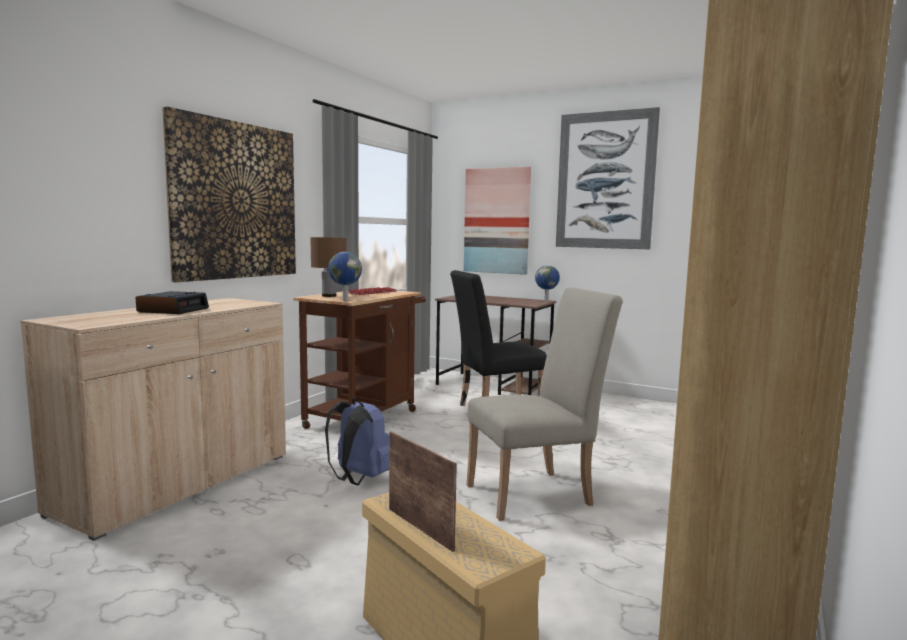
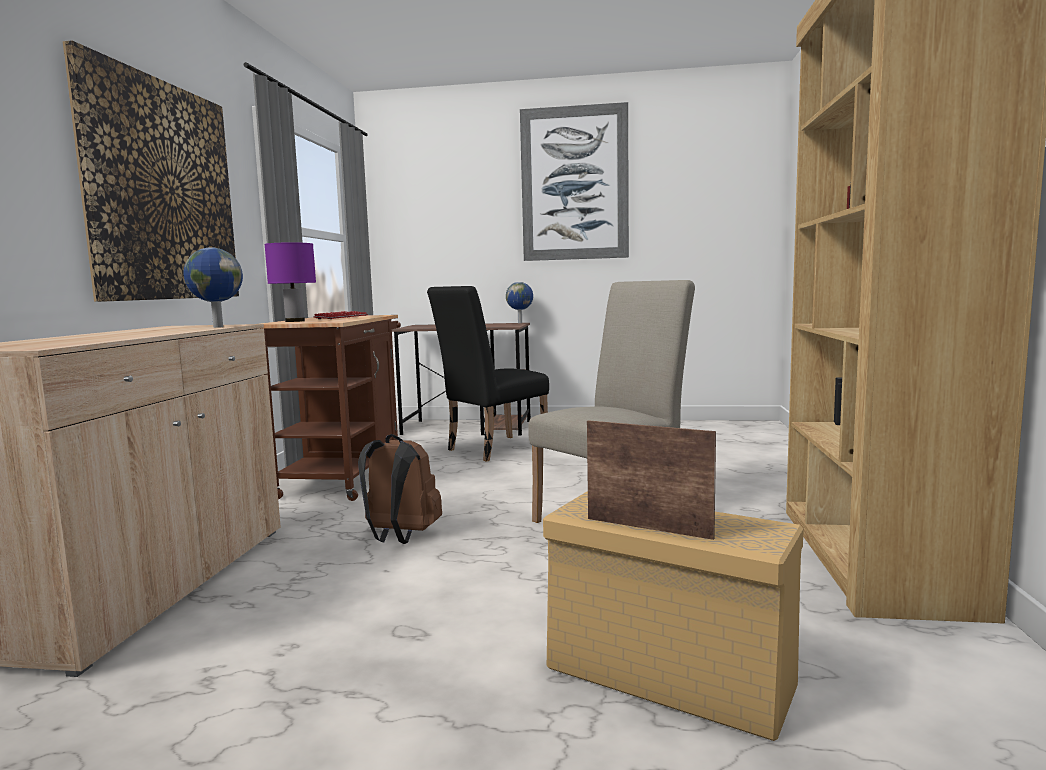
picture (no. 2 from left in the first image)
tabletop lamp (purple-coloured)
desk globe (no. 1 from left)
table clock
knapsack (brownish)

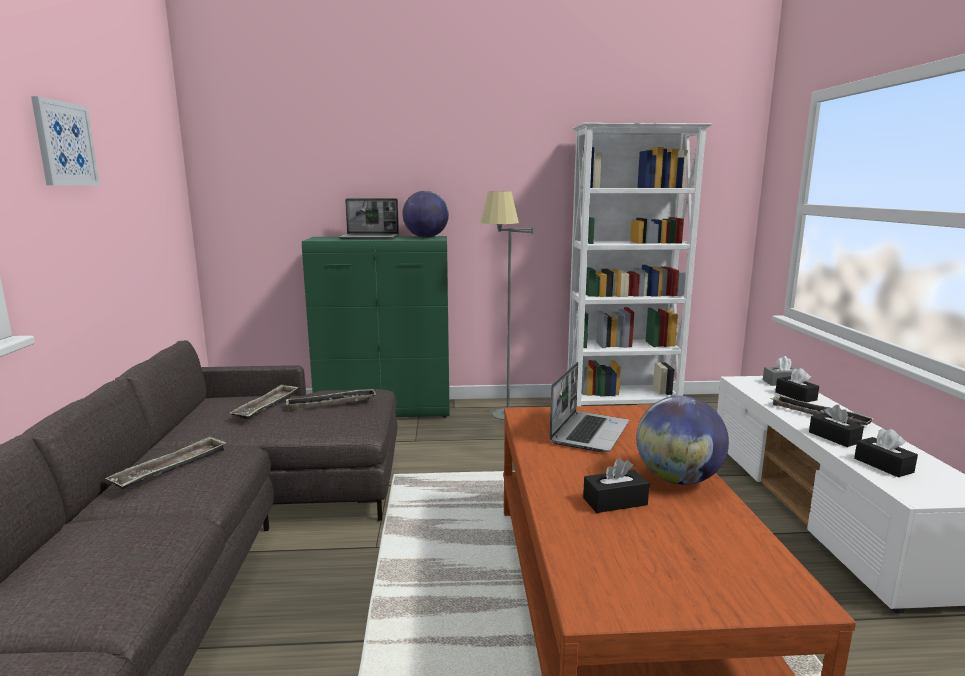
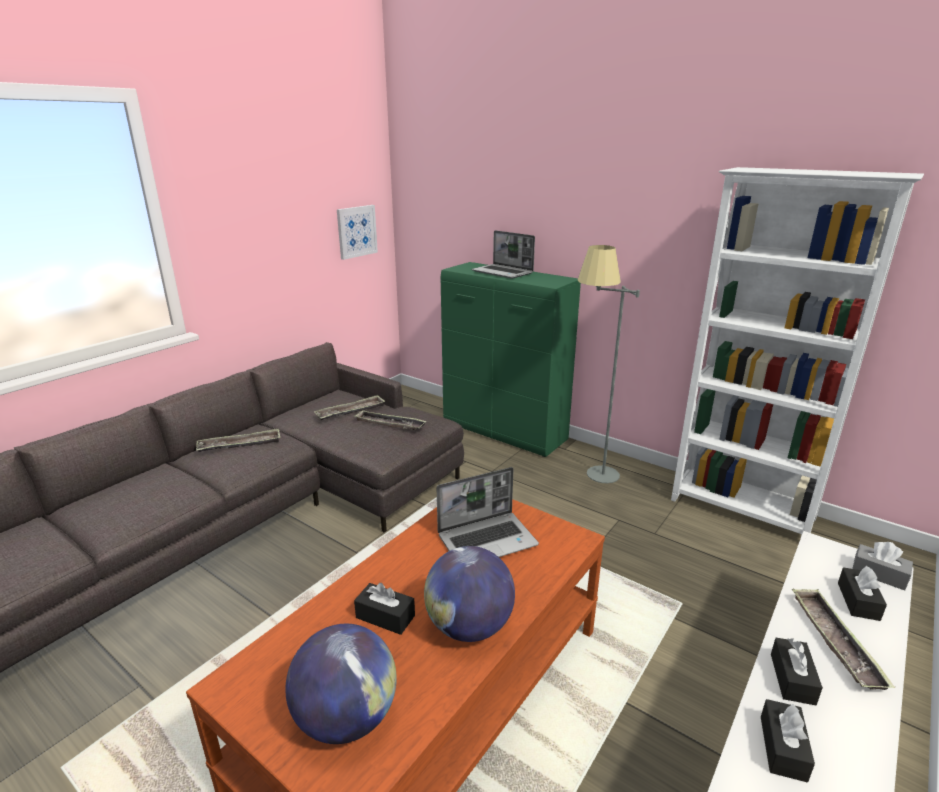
picture
desk globe (no. 1 from left)

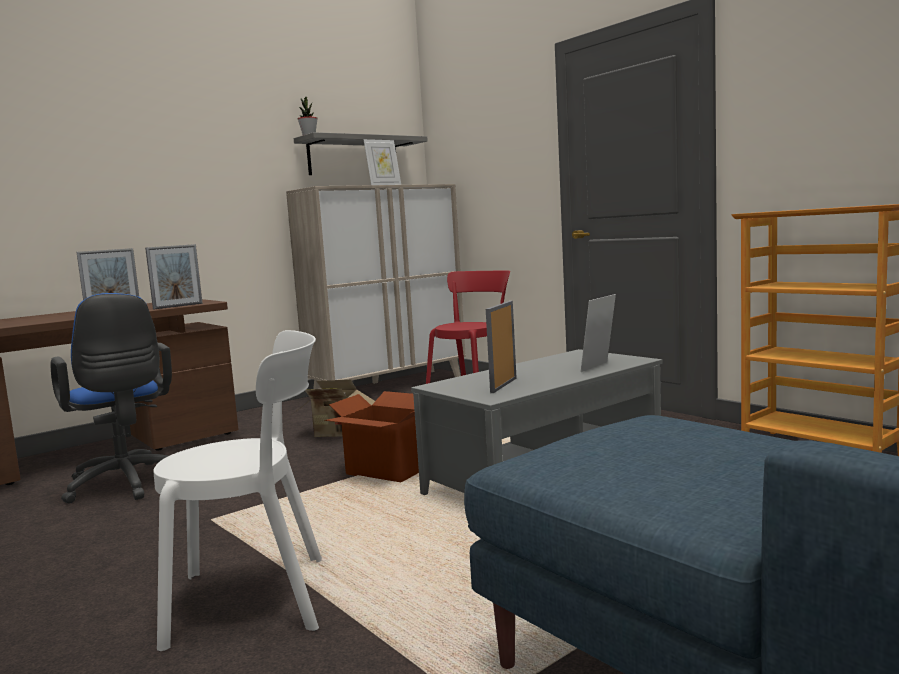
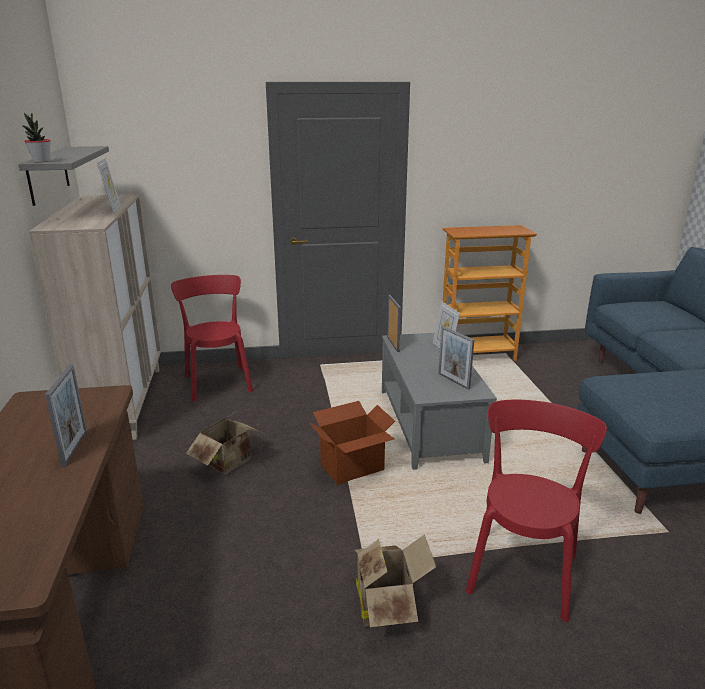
standing frame (no. 3 from left)
desk chair (bluish)
plain chair (red) (no. 2 from left)
cardboard box (no. 3 from left)

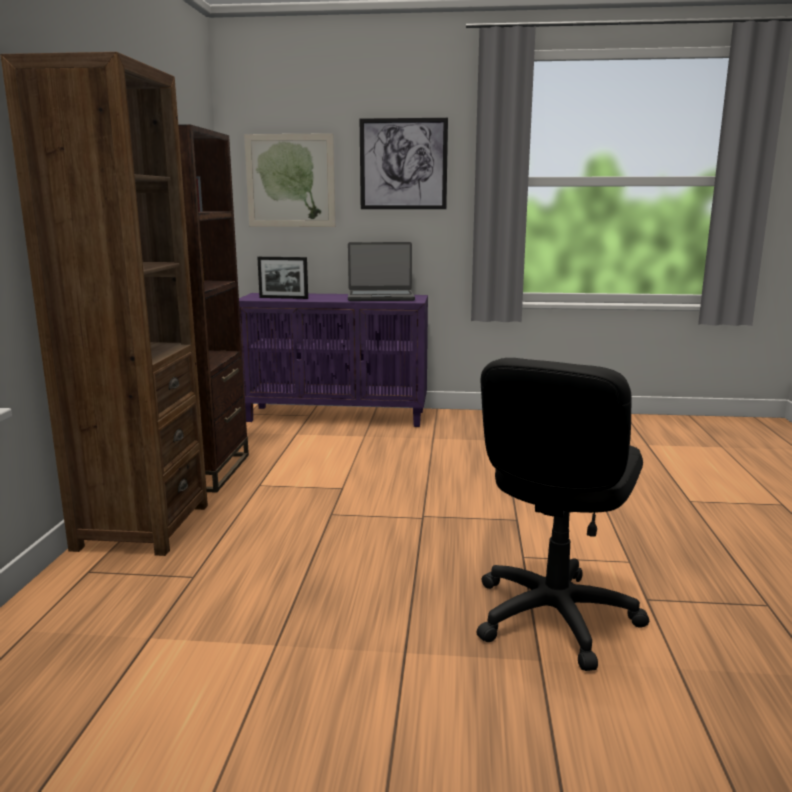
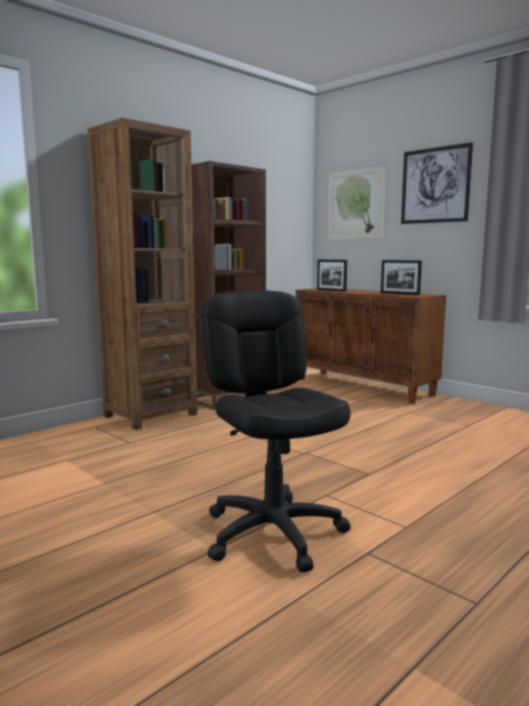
standing frame (no. 2 from left)
cabinet (brownish)
desk chair (blackish)

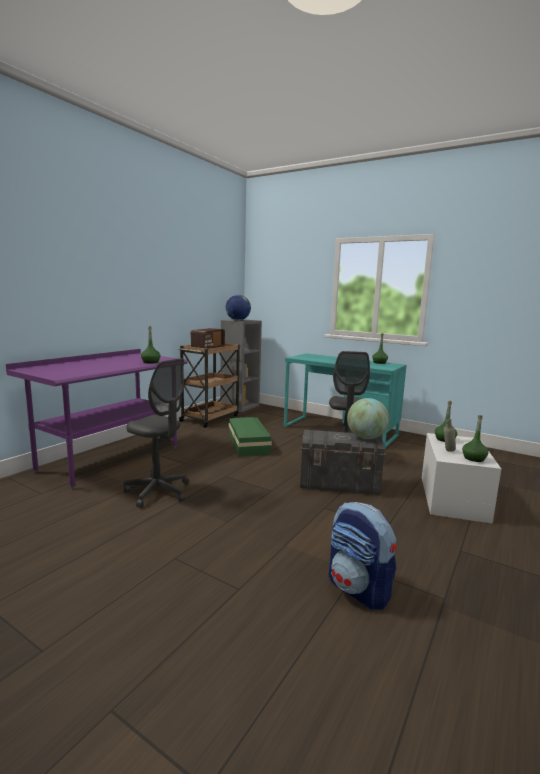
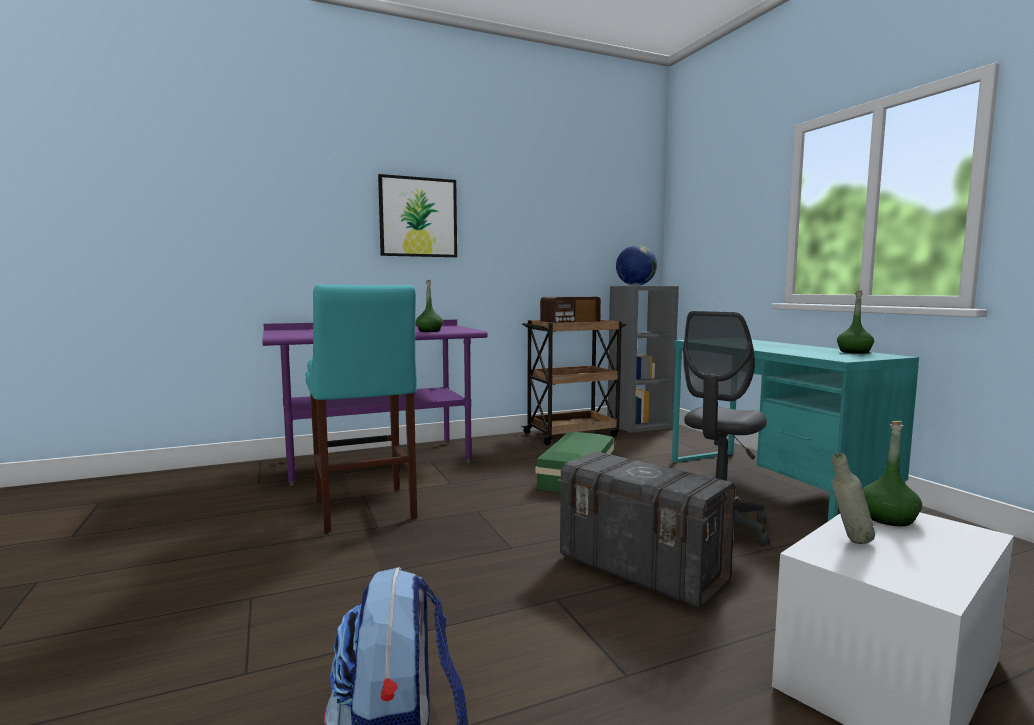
sitting stool (turquoise)
desk globe (no. 2 from left in the first image)
beverage bottle (green-coloured) (no. 4 from left in the first image)
picture

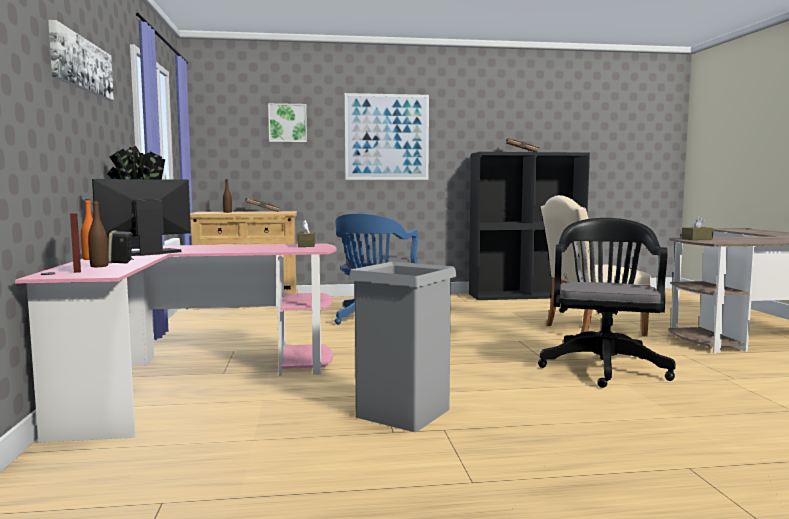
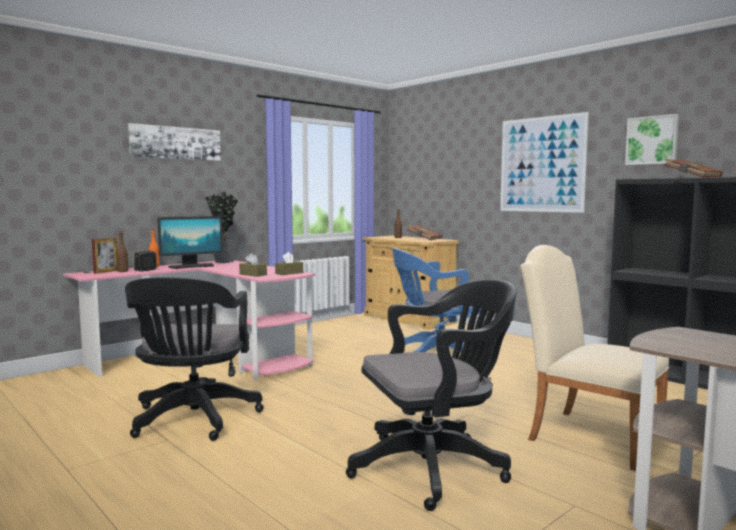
picture (no. 3 from left)
computer display
box of tissues (brownish) (no. 1 from left)
desk chair (blackish) (no. 1 from left)

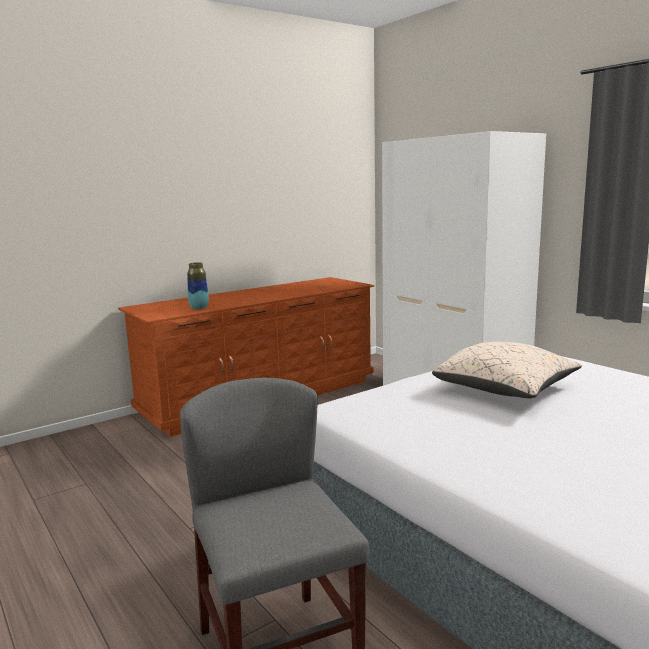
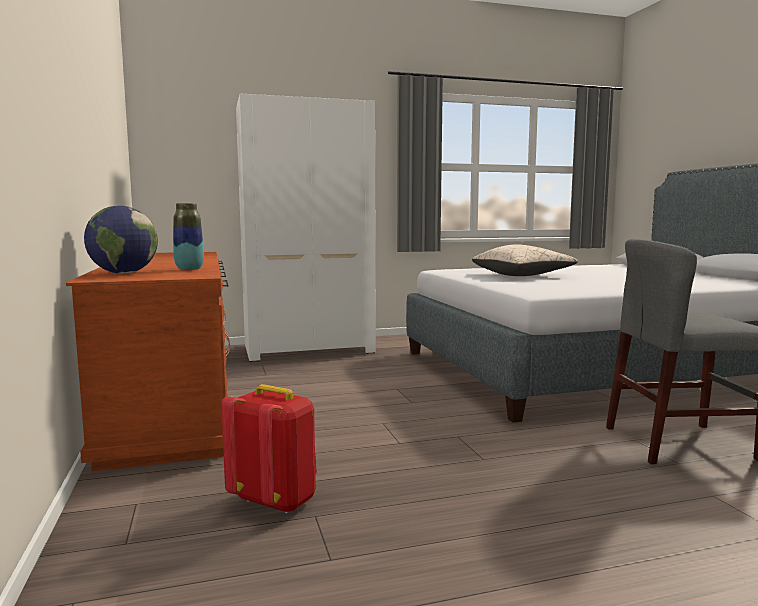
desk globe
knapsack (red)

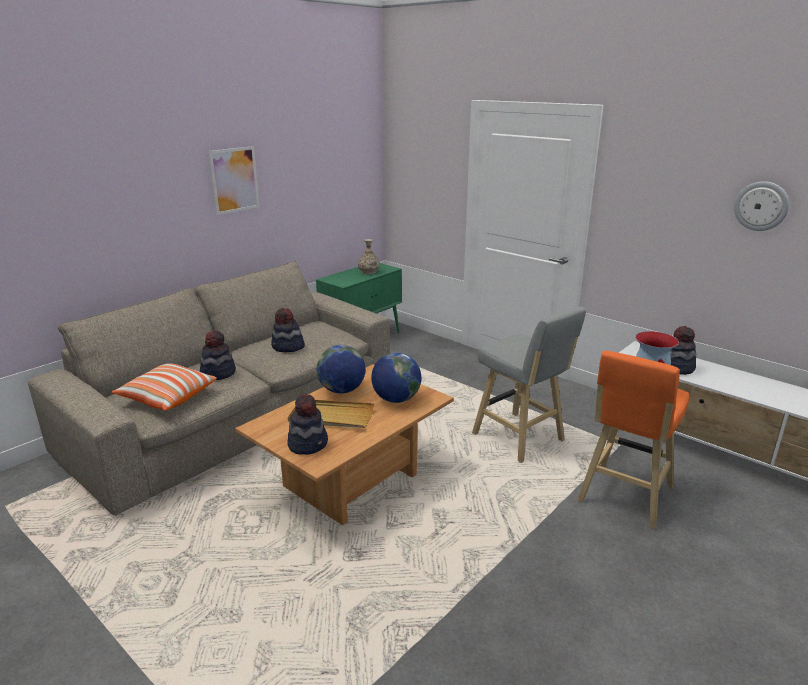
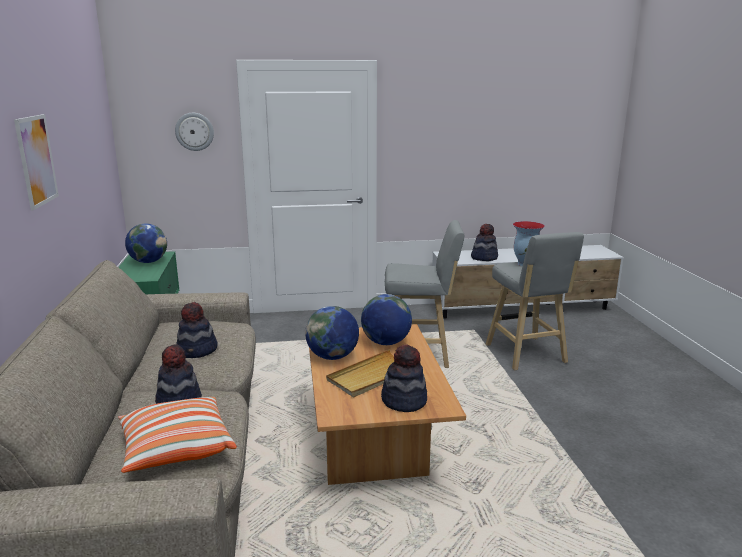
clock on the wall
desk globe (no. 1 from left)
sitting stool (gray) (no. 2 from left)

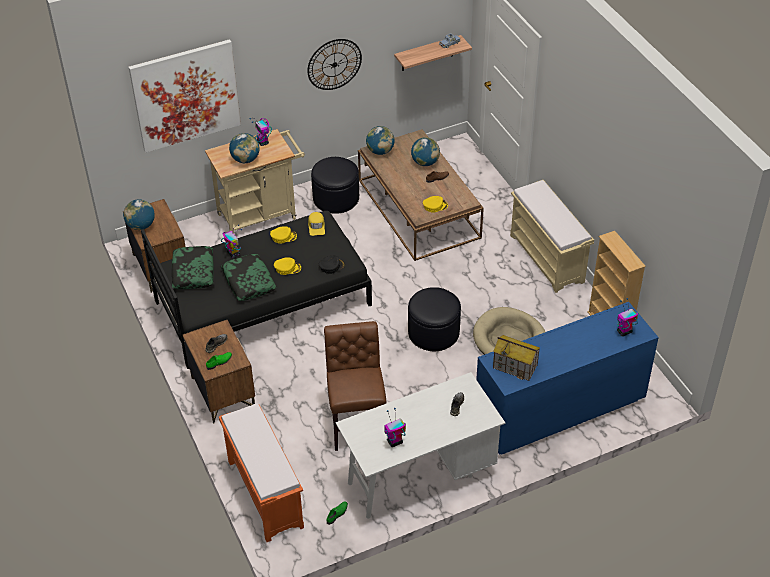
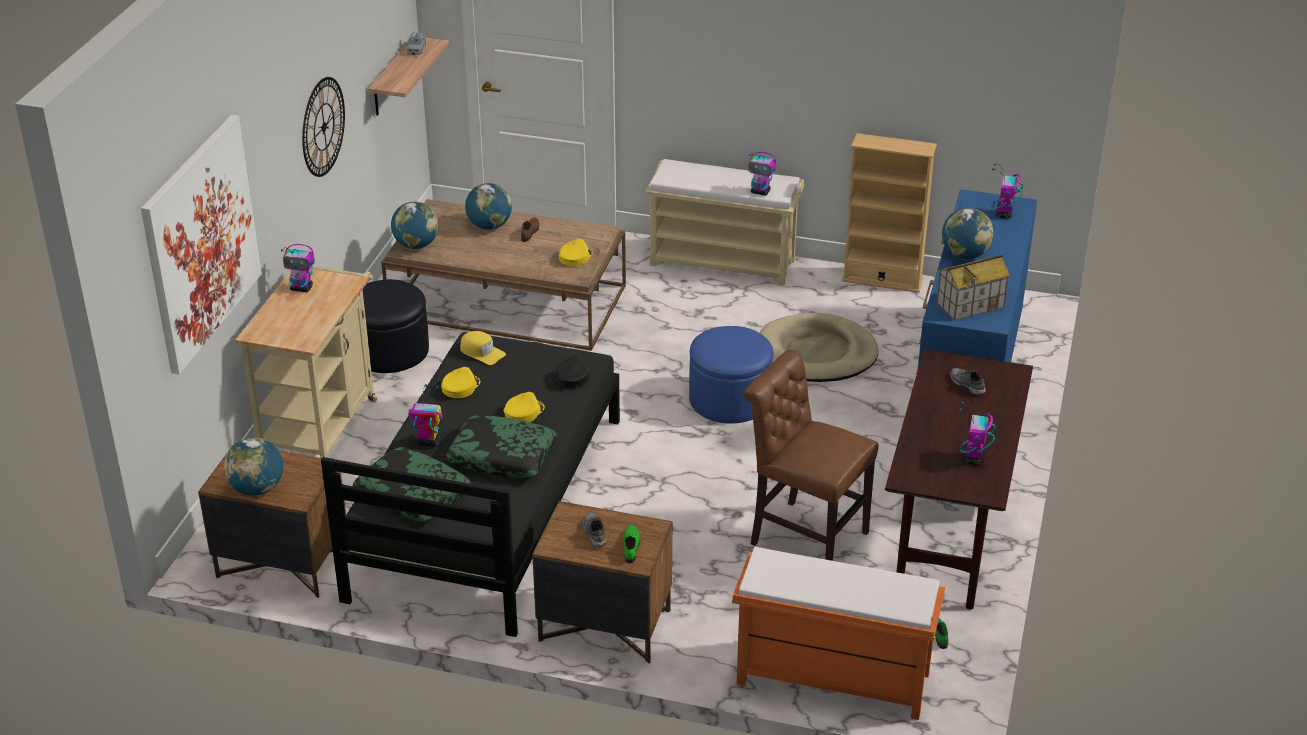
desk globe (no. 4 from left)
pouffe (bluish)
desk table (brownish)
model robot (no. 3 from left)

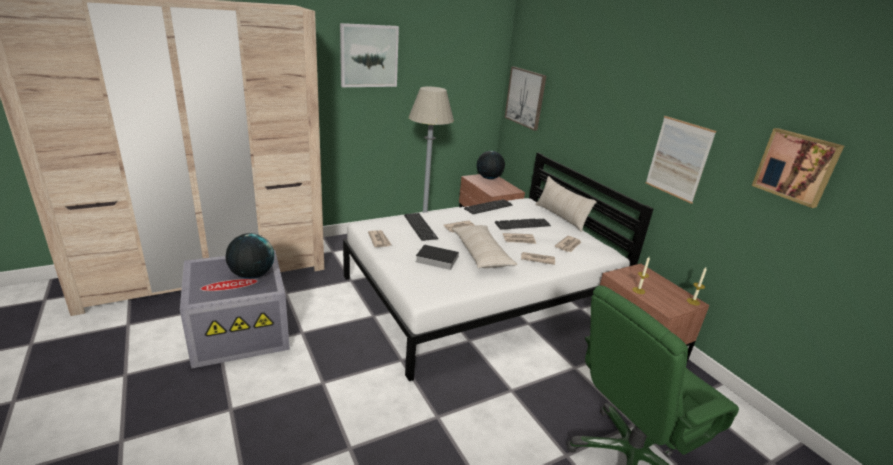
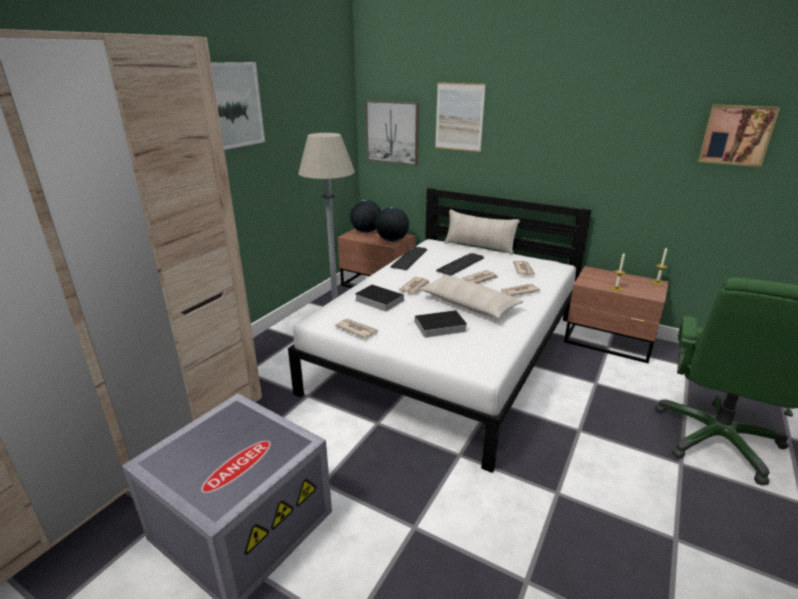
picture (no. 3 from left)
book (no. 1 from left)
desk globe (no. 2 from left)

